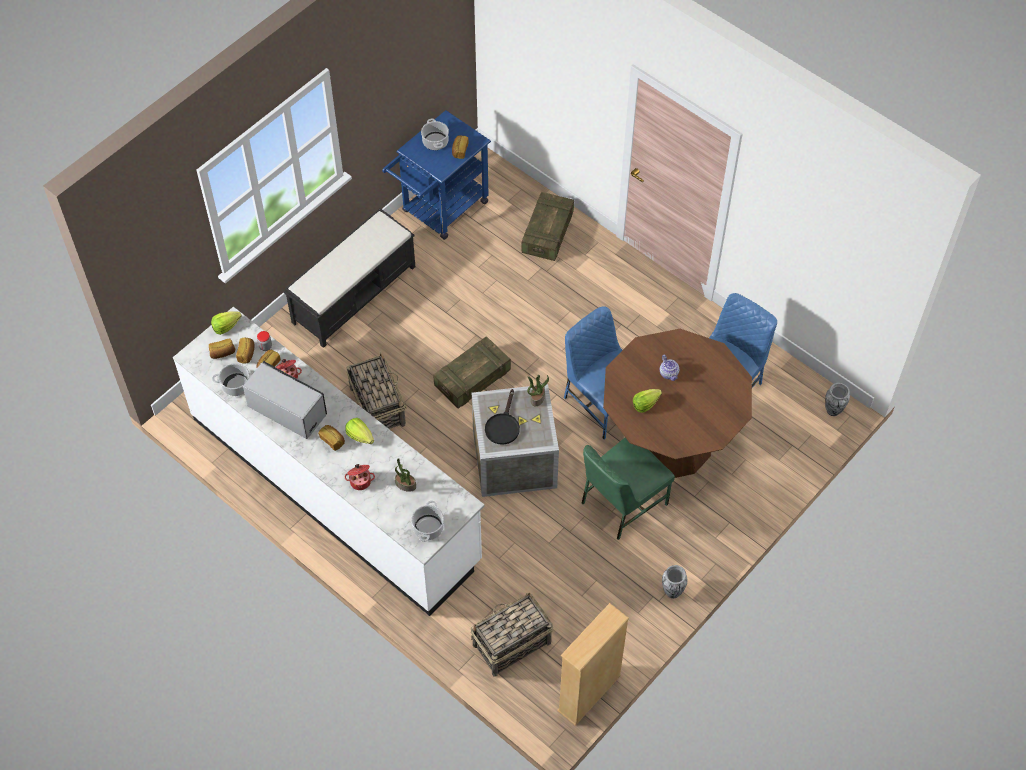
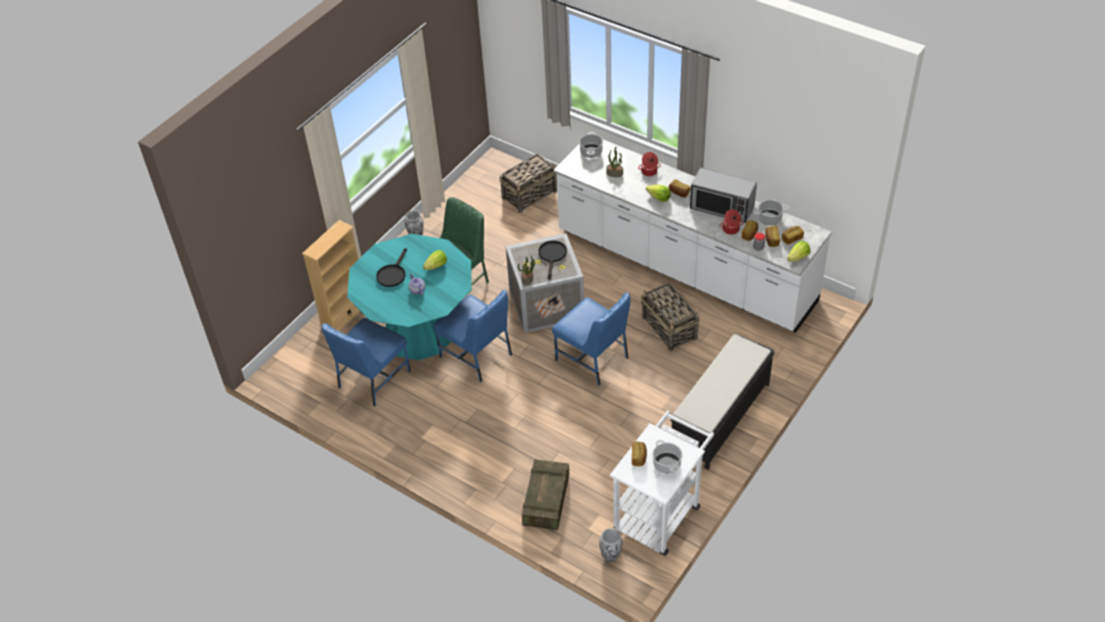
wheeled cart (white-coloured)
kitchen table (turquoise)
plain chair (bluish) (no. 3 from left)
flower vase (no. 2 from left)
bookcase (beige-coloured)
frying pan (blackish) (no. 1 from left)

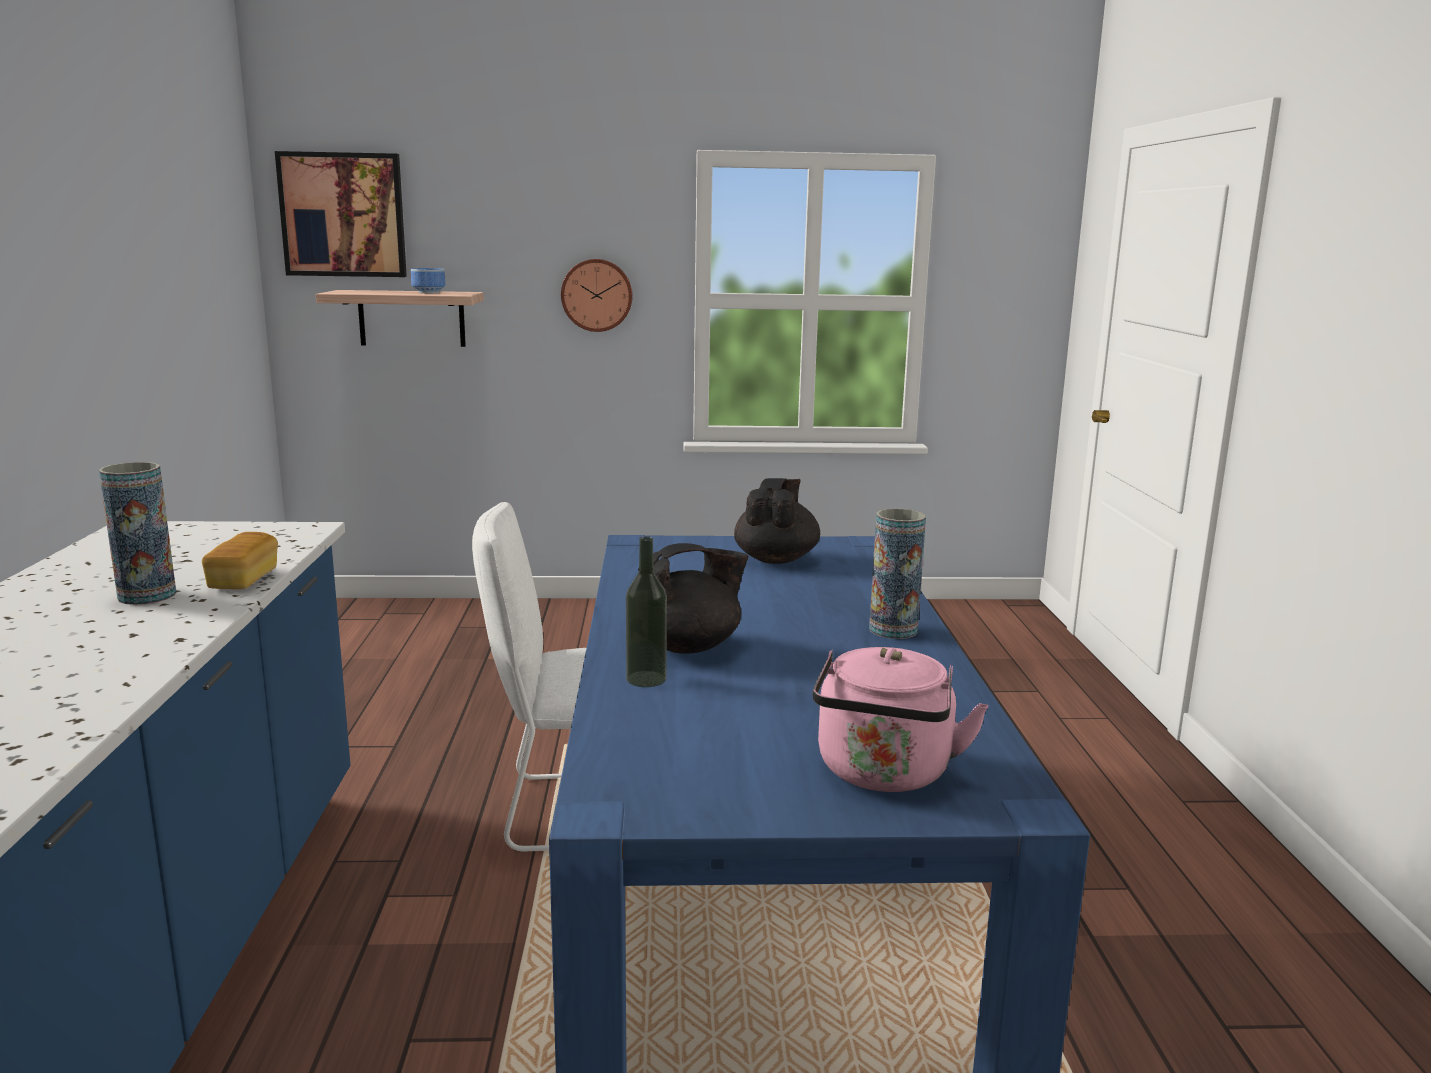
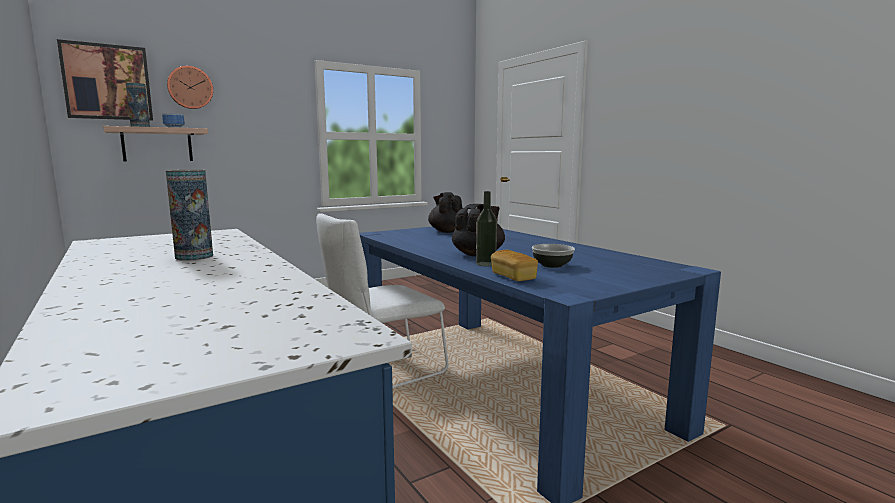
clock on the wall
flower vase (no. 1 from left)
bread
water kettle (pink-coloured)
bowl (no. 2 from left)

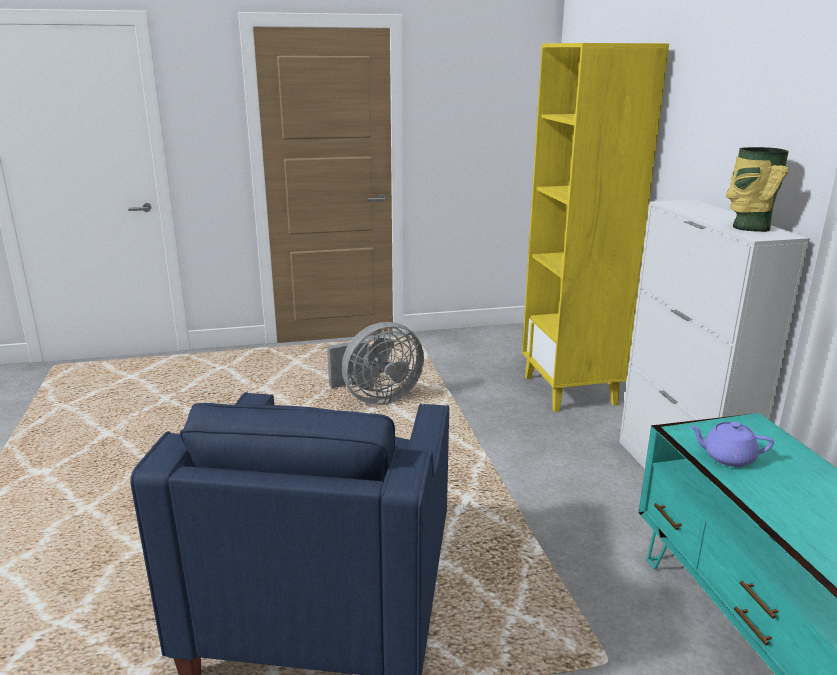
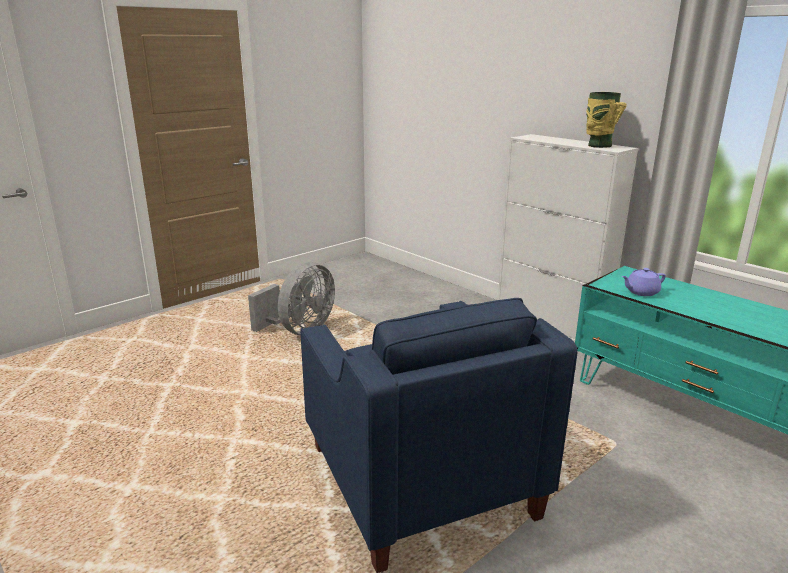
bookcase (yellow)

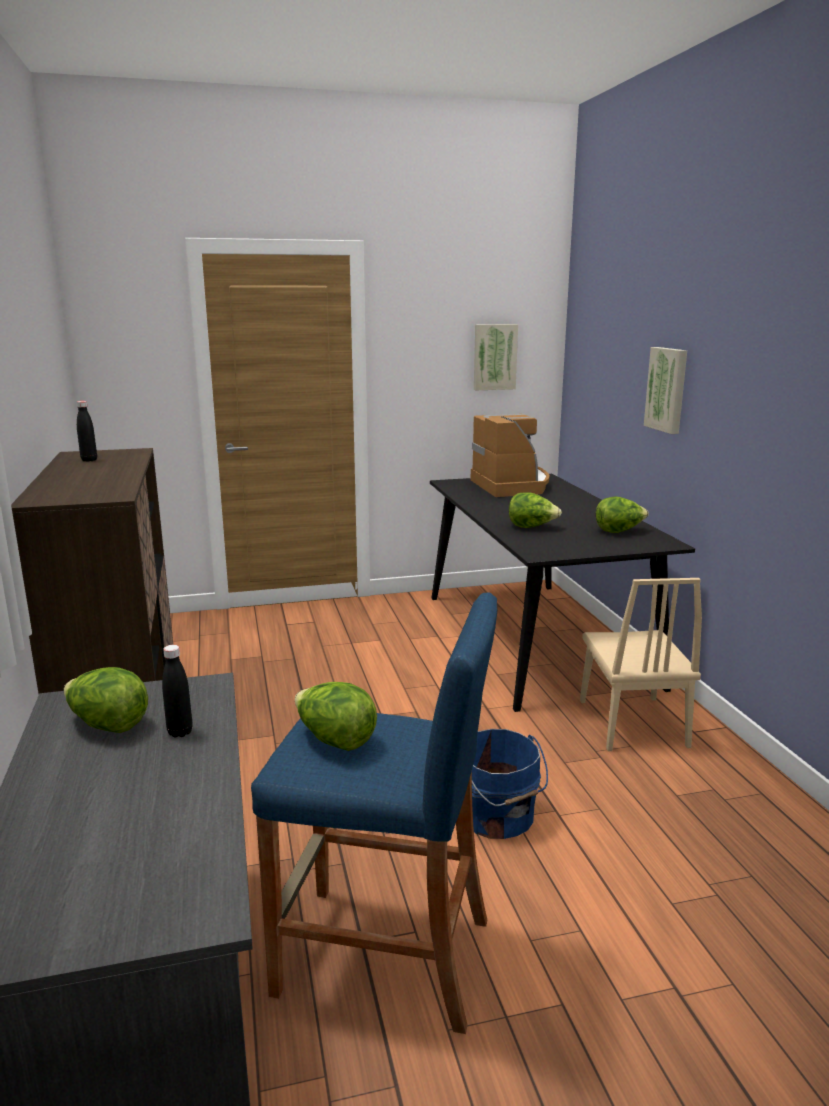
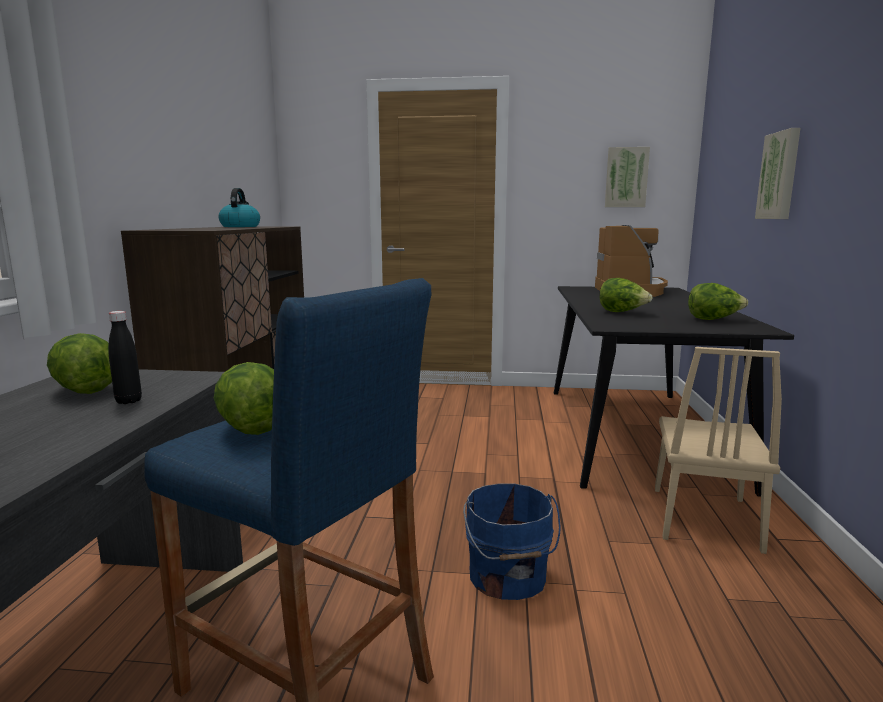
water kettle

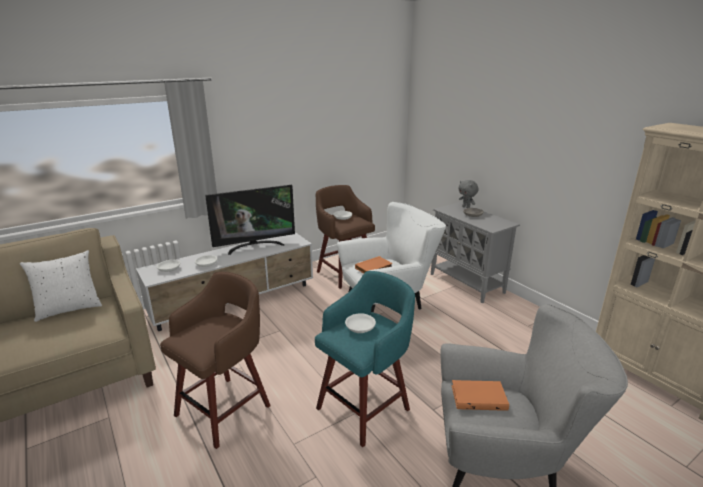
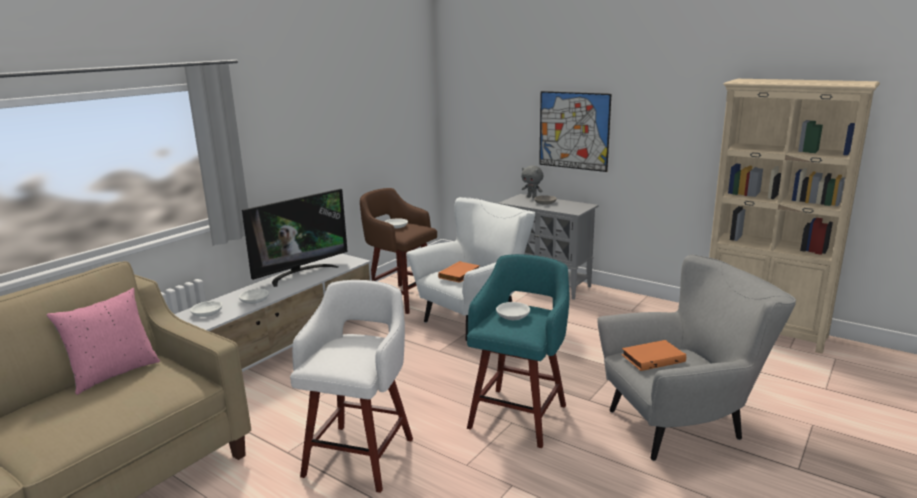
pillow (pink-coloured)
sitting stool (white-coloured)
picture

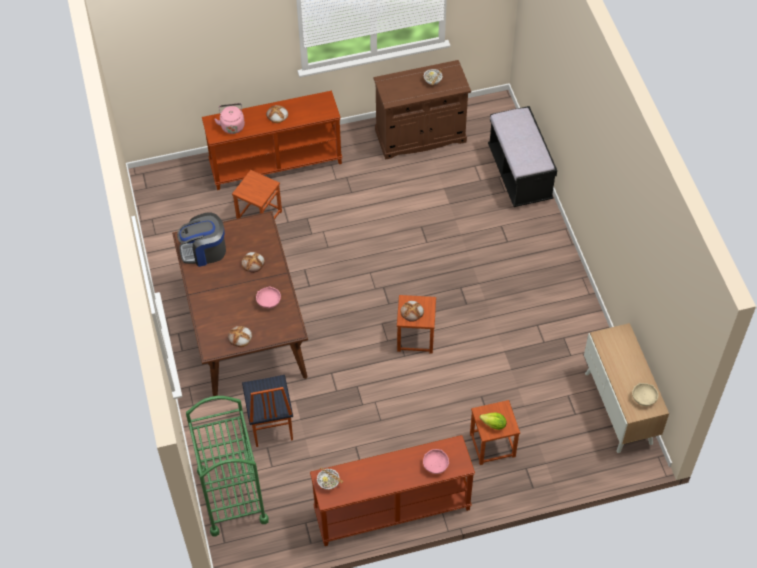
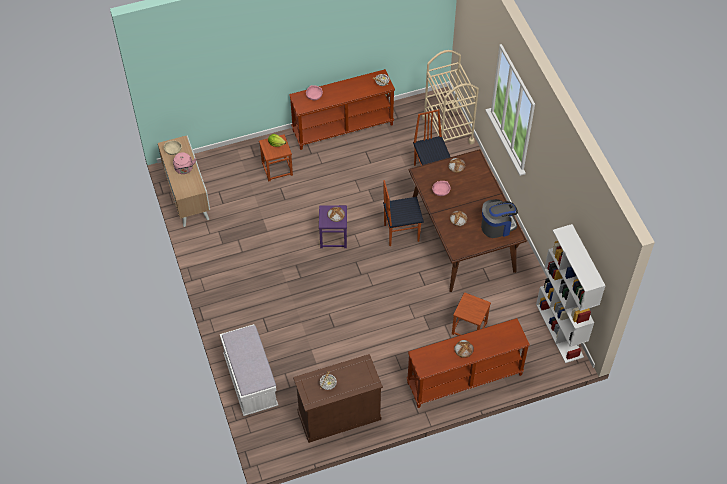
water kettle (pink-coloured)
long seat (white-coloured)
sitting stool (purple-coloured)
wheeled cart (beige-coloured)
plain chair (no. 1 from left)
bookcase (white-coloured)

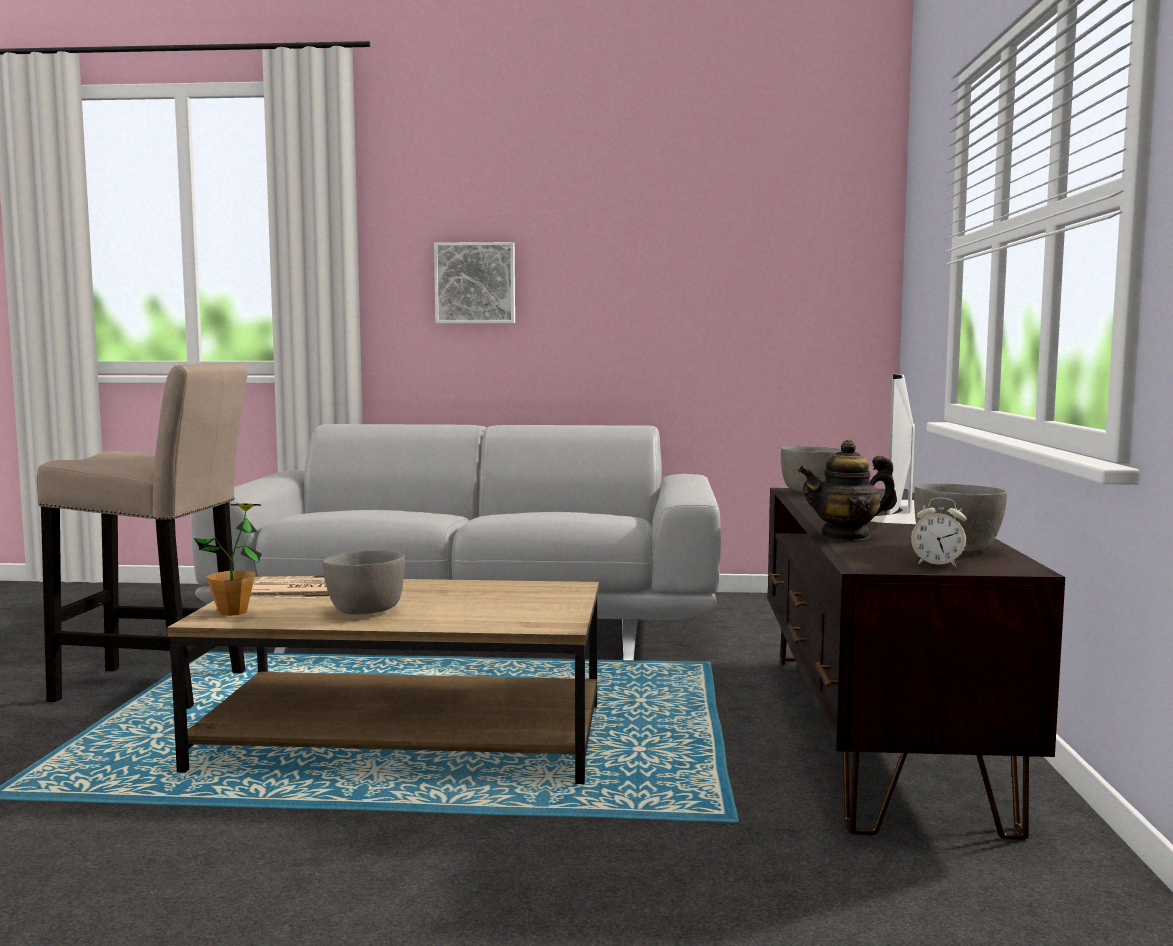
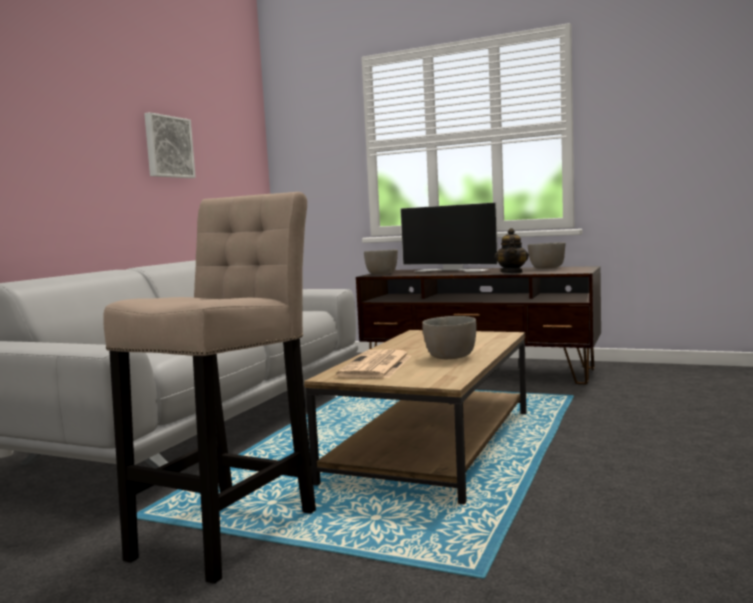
picture
table clock
plant in a pot

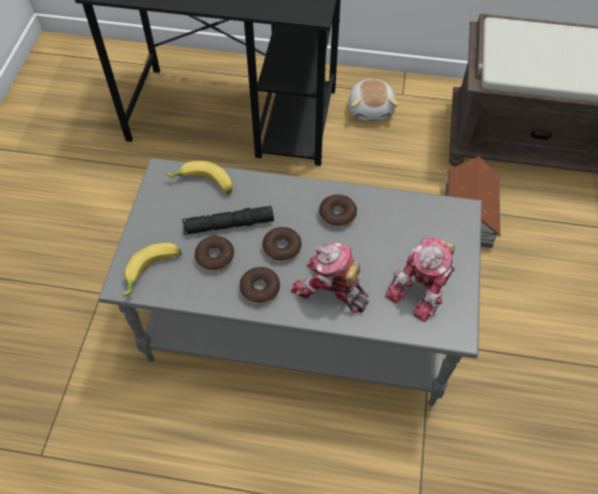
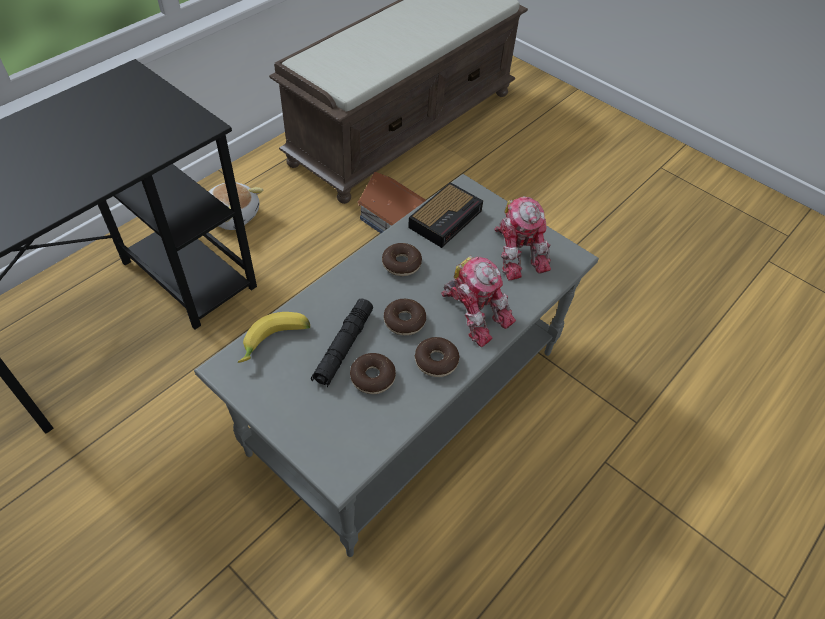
banana (no. 1 from left in the first image)
model robot (no. 1 from left)
table clock

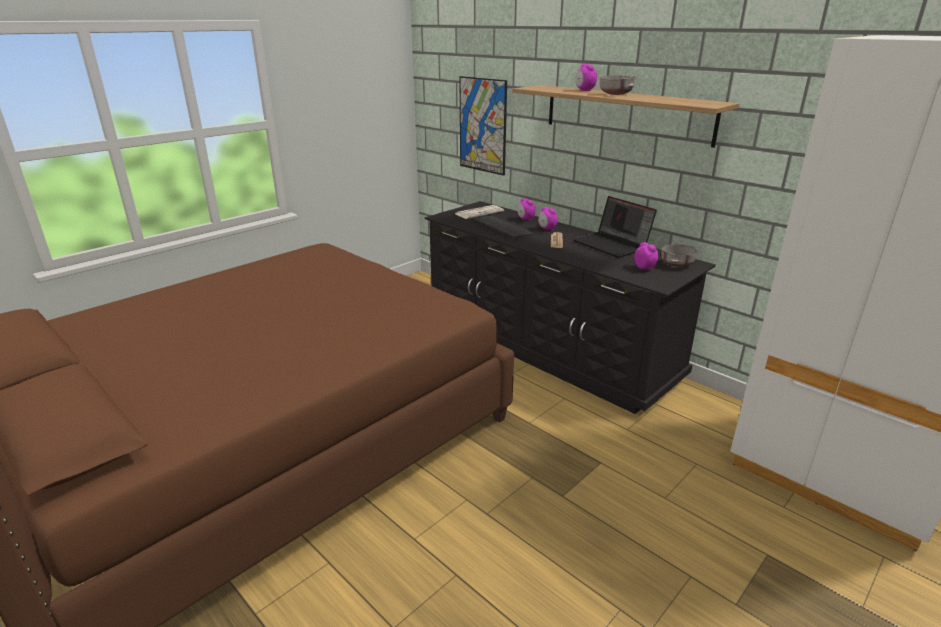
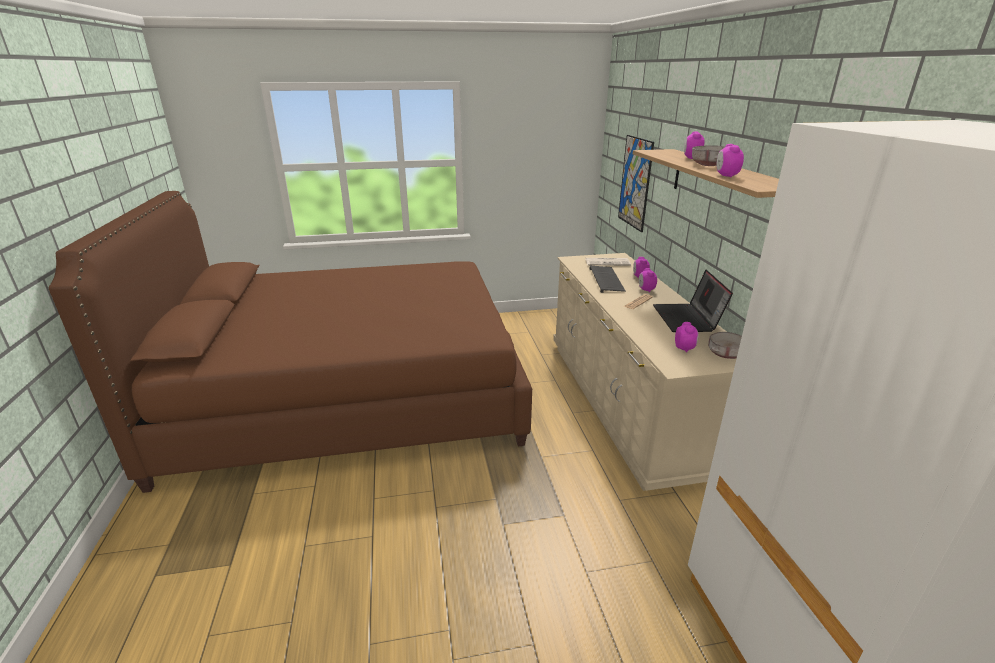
drawer chest (beige-coloured)
table clock (no. 5 from left)

